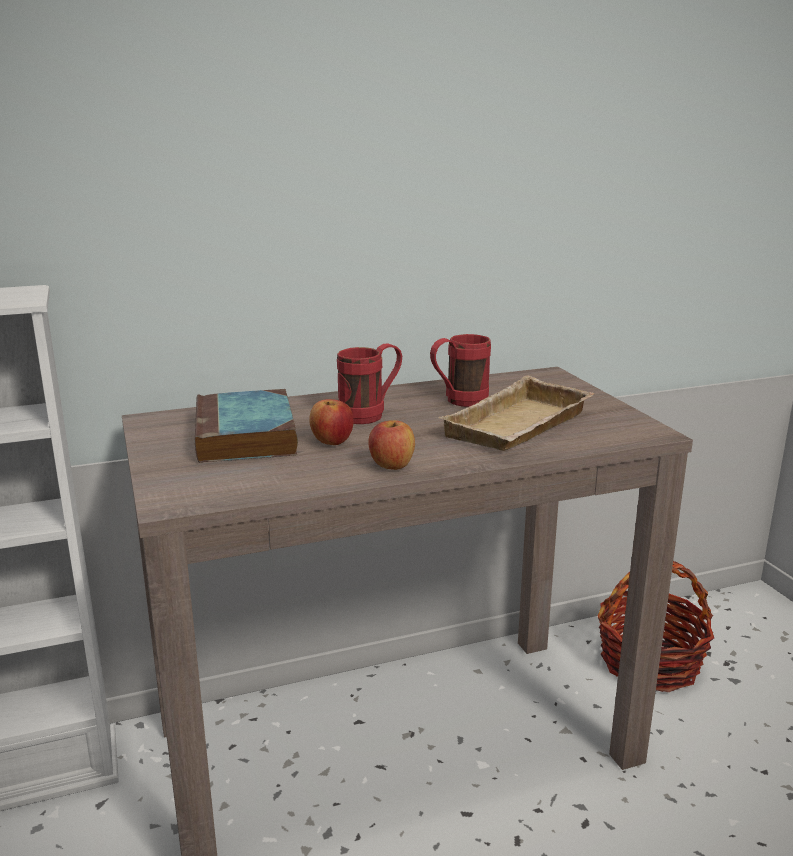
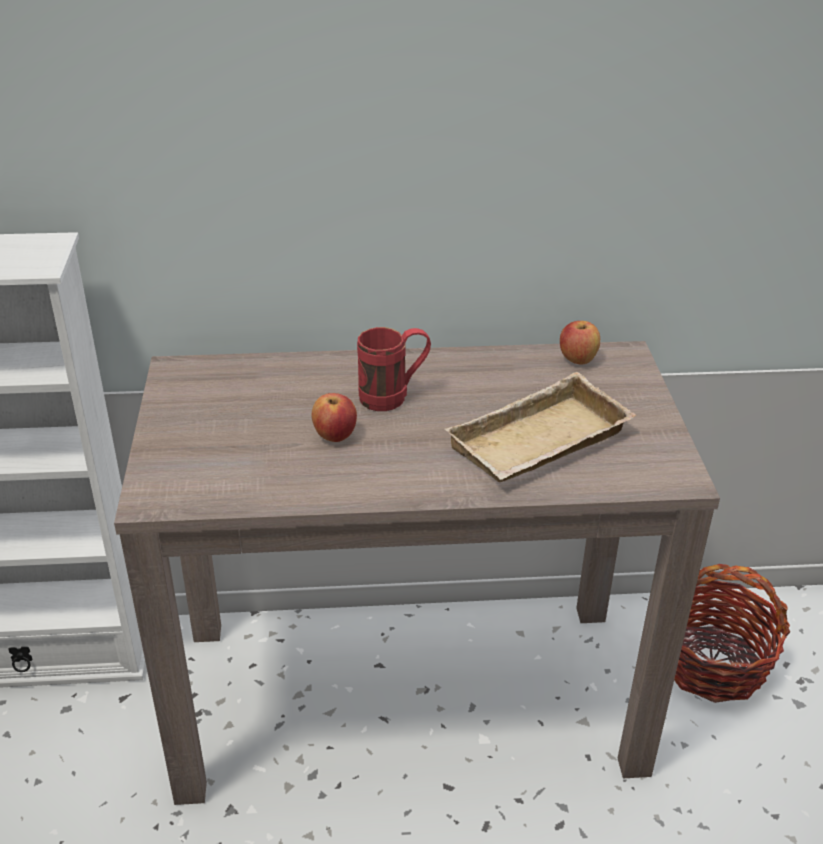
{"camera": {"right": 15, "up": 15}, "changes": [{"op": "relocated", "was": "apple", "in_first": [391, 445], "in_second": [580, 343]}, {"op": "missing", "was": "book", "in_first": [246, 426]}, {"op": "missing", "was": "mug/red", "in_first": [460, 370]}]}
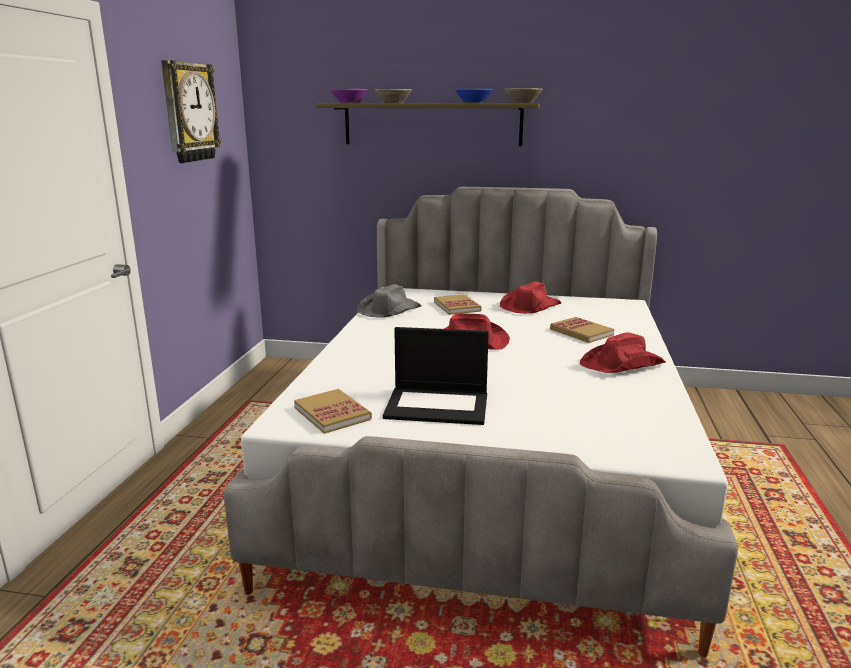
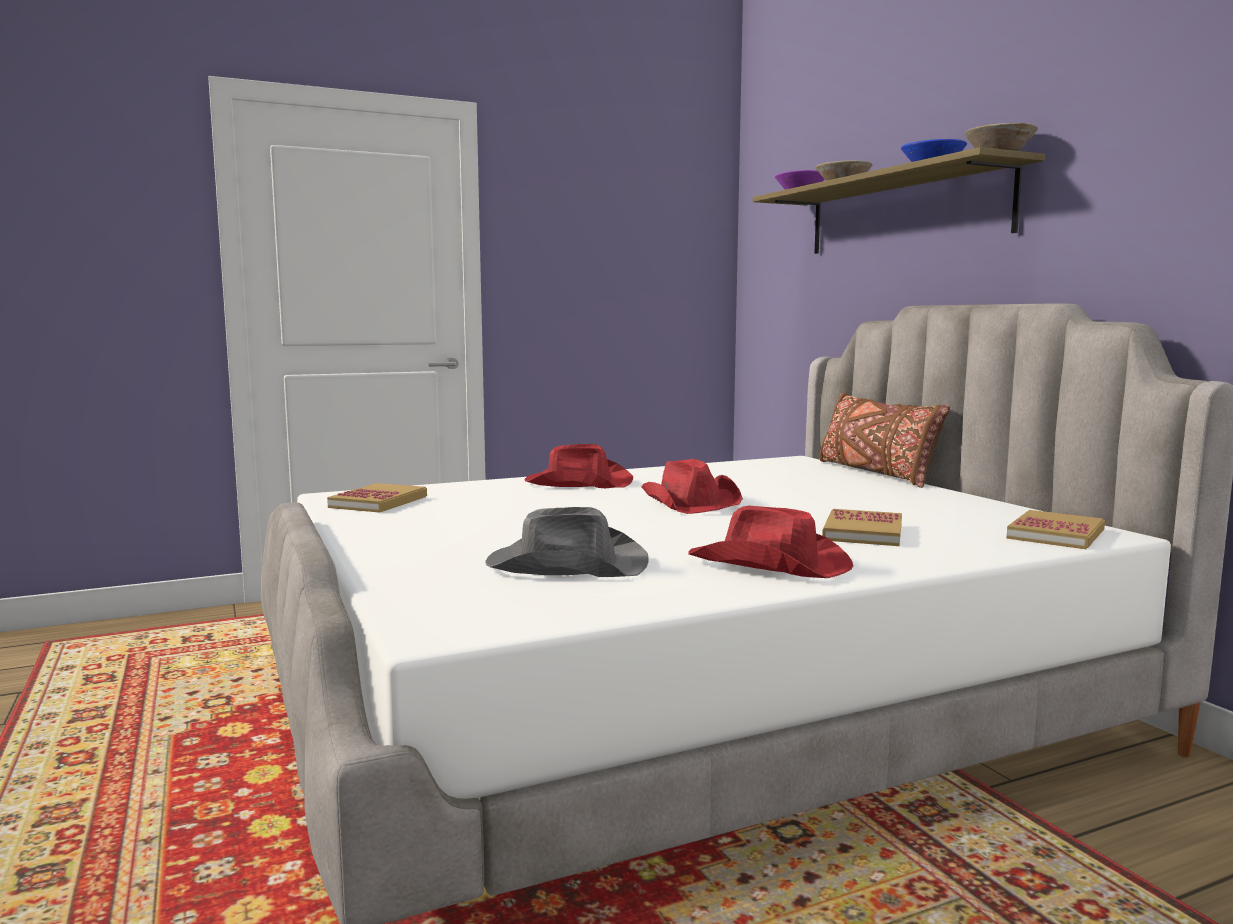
{"camera": {"right": 55, "up": -10}, "changes": [{"op": "relocated", "was": "hat/grey", "in_first": [389, 301], "in_second": [567, 542]}, {"op": "relocated", "was": "hat/red", "in_first": [530, 297], "in_second": [579, 466]}, {"op": "appeared", "now": "pillow/brown", "in_second": [884, 440]}, {"op": "relocated", "was": "book", "in_first": [458, 304], "in_second": [1055, 529]}, {"op": "missing", "was": "wall clock", "in_first": [191, 111]}, {"op": "missing", "was": "laptop", "in_first": [436, 376]}]}
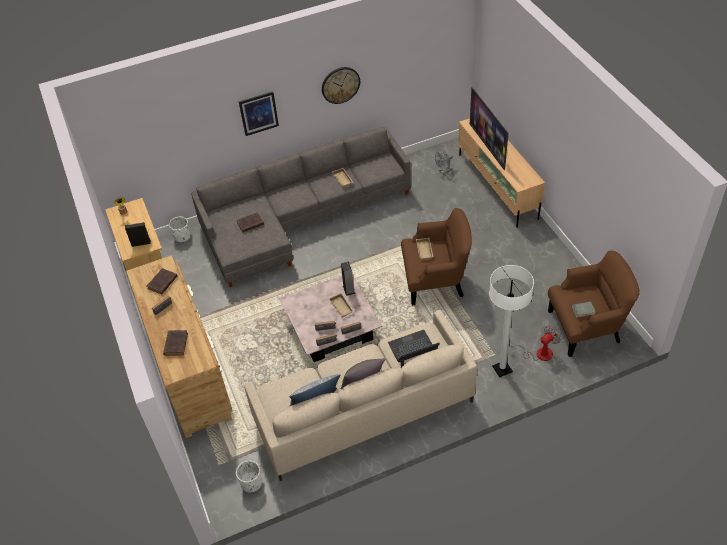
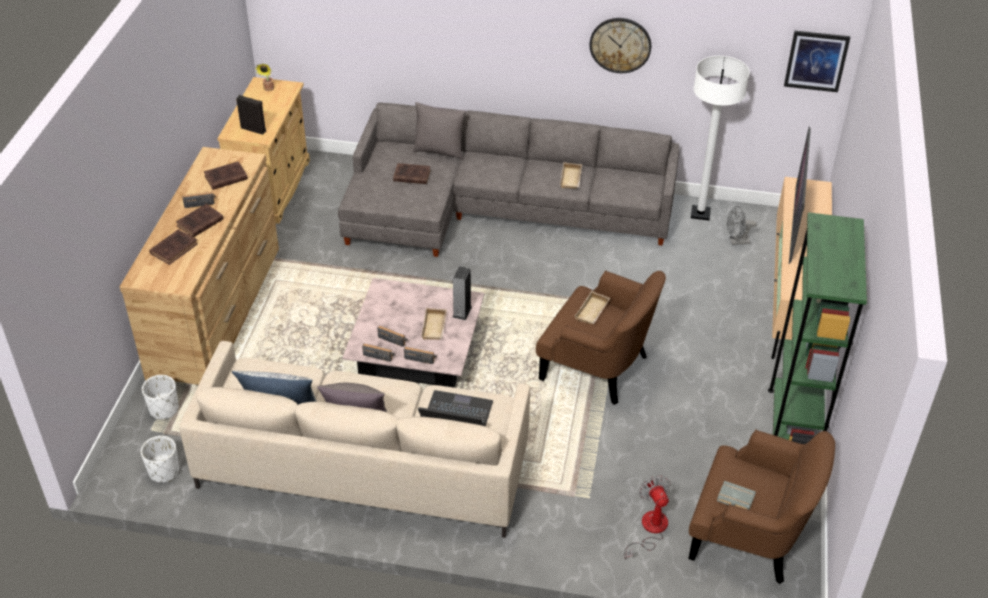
{"camera": {"right": 30, "up": -5}, "changes": [{"op": "relocated", "was": "planter/white", "in_first": [179, 230], "in_second": [160, 397]}, {"op": "appeared", "now": "book/brown", "in_second": [200, 220]}, {"op": "appeared", "now": "pillow/grey", "in_second": [439, 131]}, {"op": "spun", "was": "fan", "in_first": [534, 343], "in_second": [647, 517], "clockwise": -105}, {"op": "relocated", "was": "floor lamp/white", "in_first": [511, 321], "in_second": [720, 138]}, {"op": "appeared", "now": "bookcase/green", "in_second": [817, 328]}, {"op": "relocated", "was": "picture", "in_first": [259, 113], "in_second": [817, 61]}]}
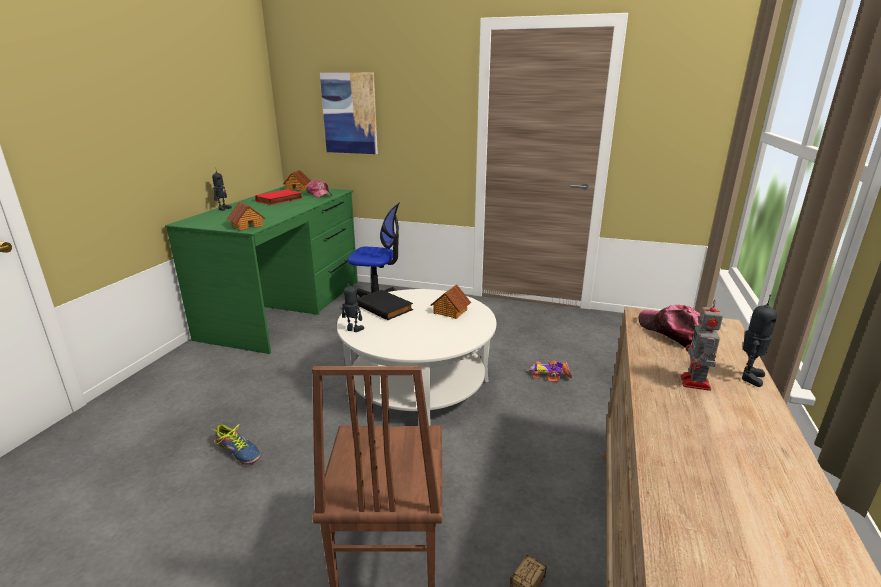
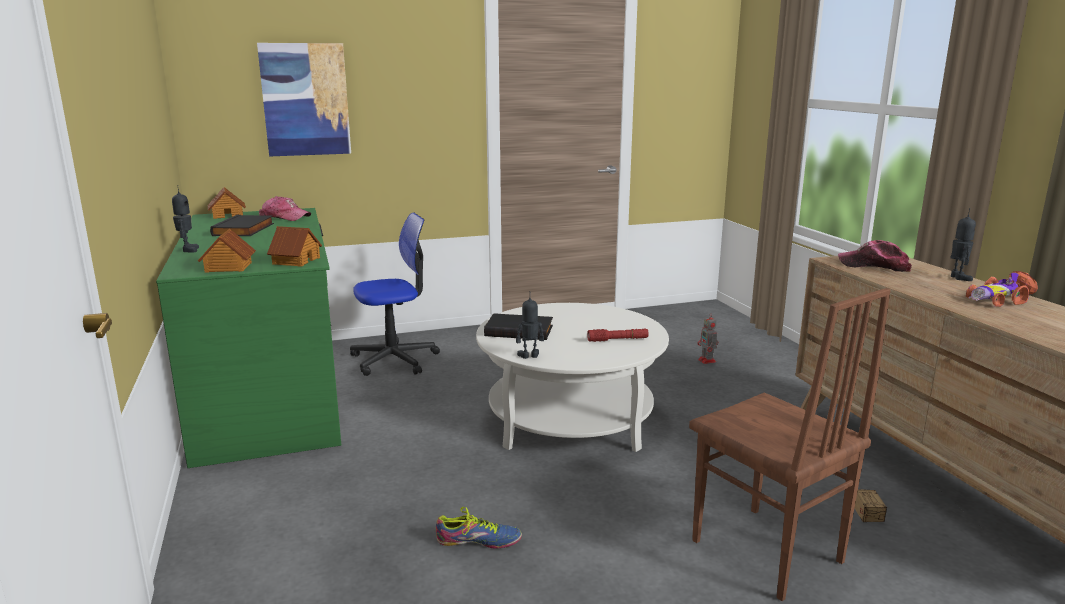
{"camera": {"right": -35, "up": -5}, "changes": [{"op": "relocated", "was": "toy house", "in_first": [451, 301], "in_second": [227, 251]}, {"op": "colour", "was": "book/red", "now": "book/black", "in_first": [278, 197], "in_second": [242, 225]}, {"op": "appeared", "now": "flashlight/red", "in_second": [618, 335]}, {"op": "relocated", "was": "toy robot", "in_first": [701, 345], "in_second": [708, 338]}, {"op": "relocated", "was": "toy car", "in_first": [549, 371], "in_second": [1002, 289]}]}
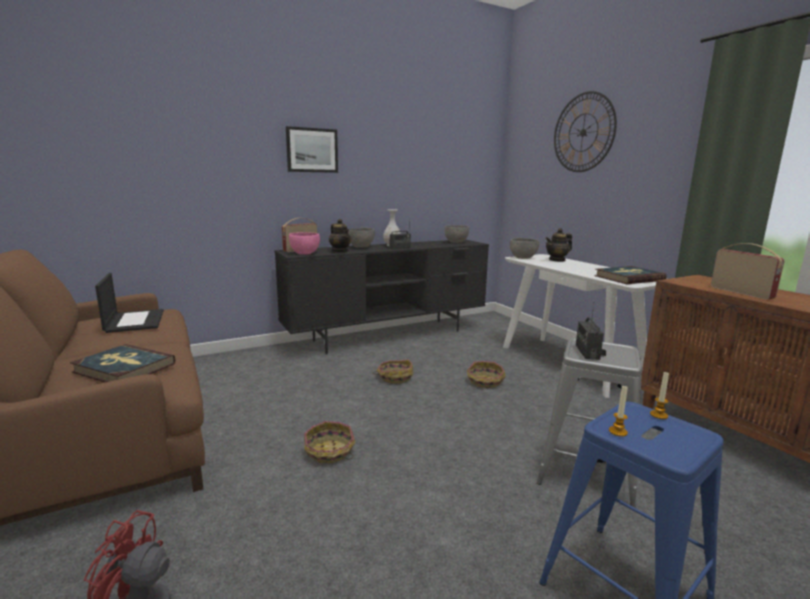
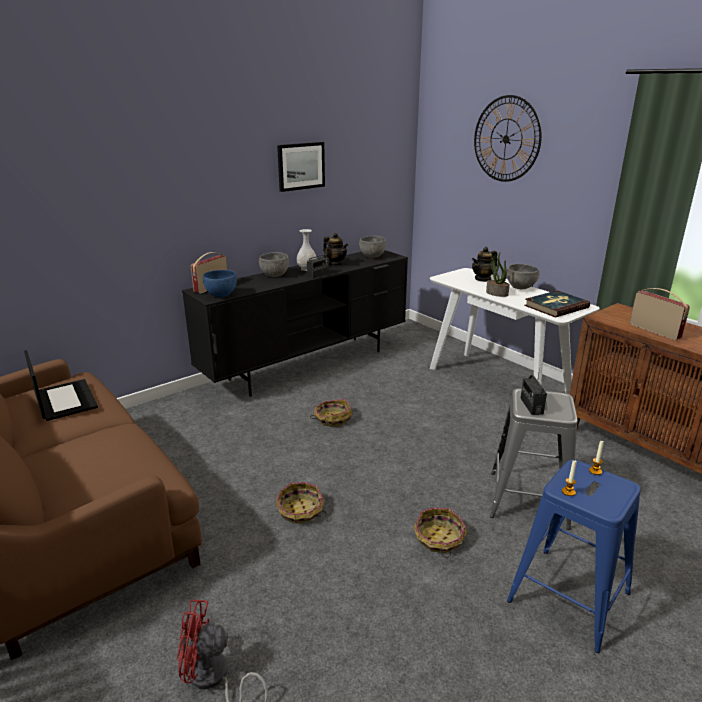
{"camera": {"right": -10, "up": 10}, "changes": [{"op": "colour", "was": "bowl/pink", "now": "bowl/blue", "in_first": [304, 243], "in_second": [220, 283]}, {"op": "relocated", "was": "picture", "in_first": [312, 149], "in_second": [301, 167]}, {"op": "relocated", "was": "teapot", "in_first": [340, 235], "in_second": [335, 249]}, {"op": "relocated", "was": "basket", "in_first": [486, 374], "in_second": [440, 532]}, {"op": "appeared", "now": "potted plant", "in_second": [498, 274]}, {"op": "relocated", "was": "bowl/grey", "in_first": [524, 248], "in_second": [523, 276]}, {"op": "missing", "was": "book", "in_first": [122, 363]}]}
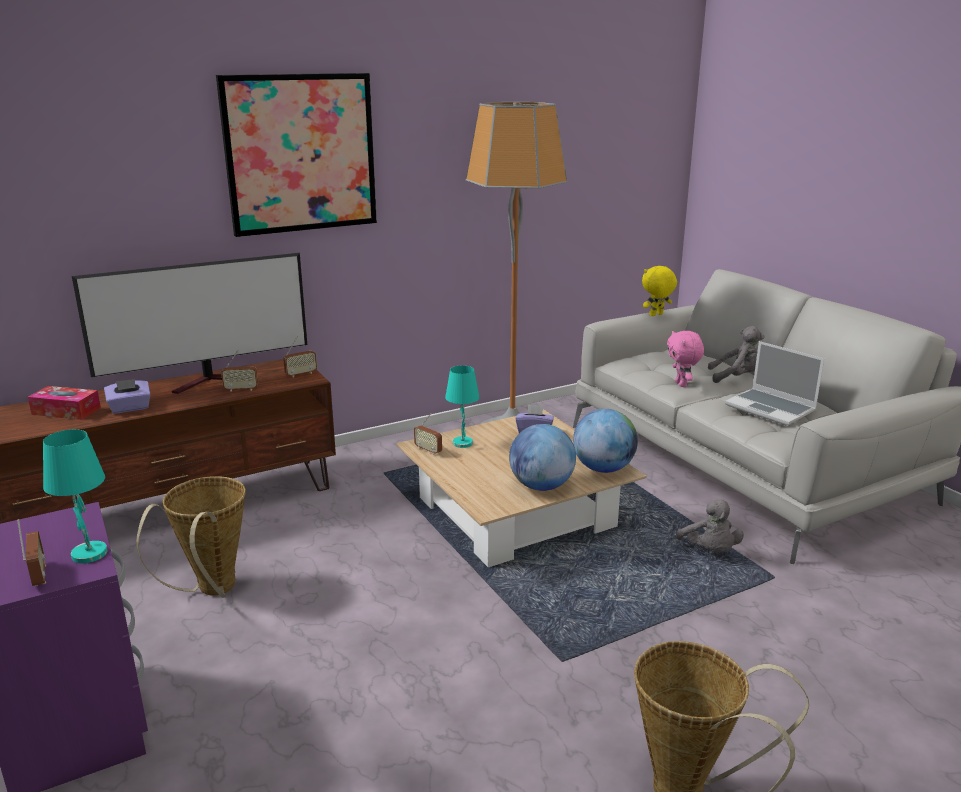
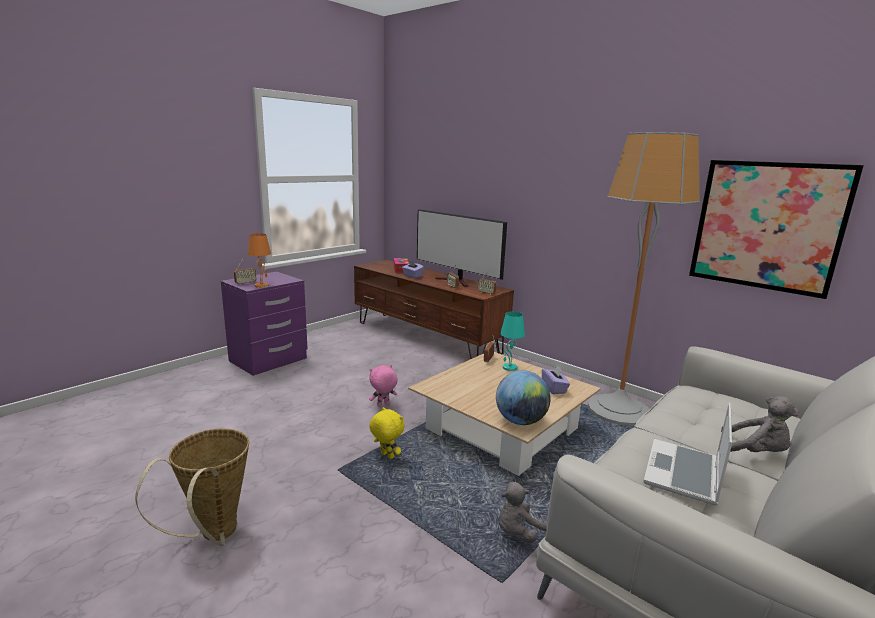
{"camera": {"right": 70, "up": -5}, "changes": [{"op": "colour", "was": "table lamp/turquoise", "now": "table lamp/orange", "in_first": [75, 496], "in_second": [259, 260]}, {"op": "relocated", "was": "plush toy/pink", "in_first": [685, 359], "in_second": [383, 386]}, {"op": "relocated", "was": "plush toy/yellow", "in_first": [659, 291], "in_second": [387, 433]}, {"op": "relocated", "was": "picture", "in_first": [296, 155], "in_second": [776, 229]}, {"op": "spun", "was": "plush toy/grey", "in_first": [736, 354], "in_second": [760, 424], "clockwise": -45}, {"op": "missing", "was": "basket", "in_first": [191, 537]}, {"op": "missing", "was": "globe", "in_first": [542, 457]}]}
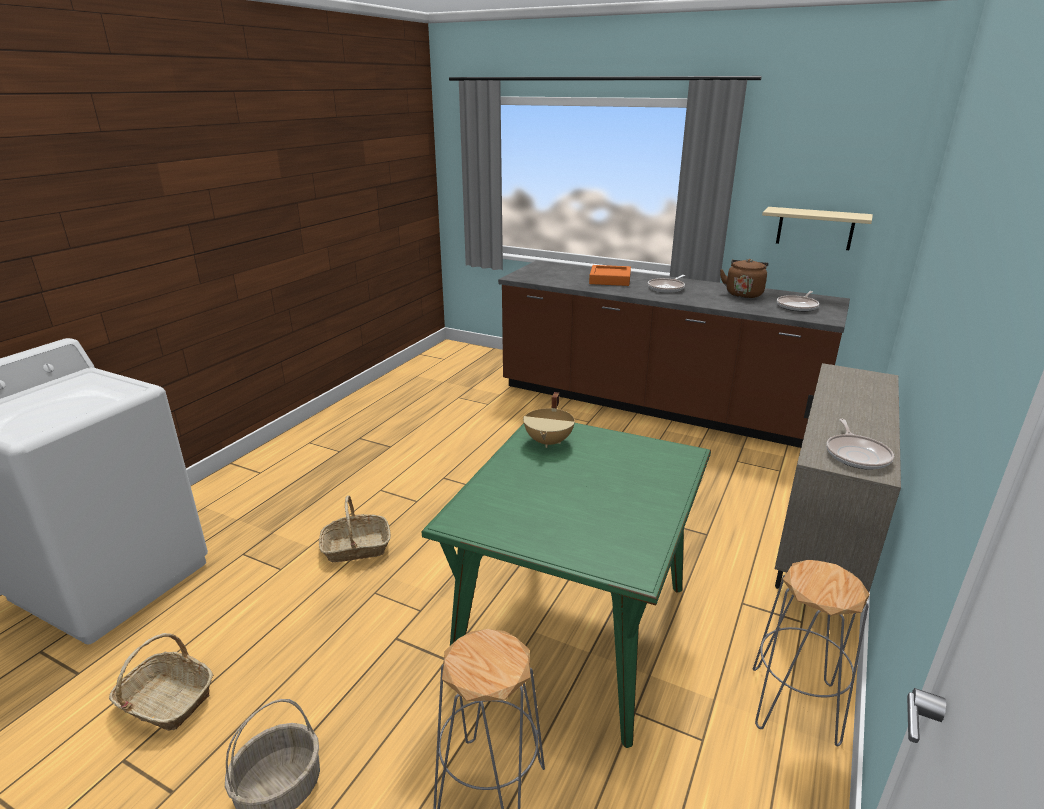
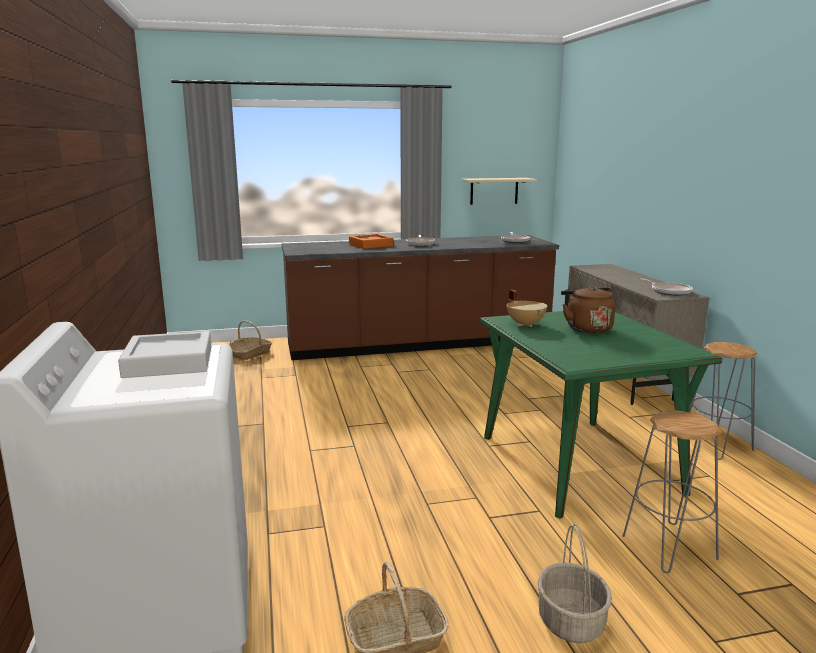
{"camera": {"right": -40, "up": -10}, "changes": [{"op": "appeared", "now": "tray/grey", "in_second": [164, 354]}, {"op": "relocated", "was": "basket", "in_first": [355, 528], "in_second": [250, 340]}, {"op": "relocated", "was": "kettle/brown", "in_first": [744, 278], "in_second": [588, 310]}]}
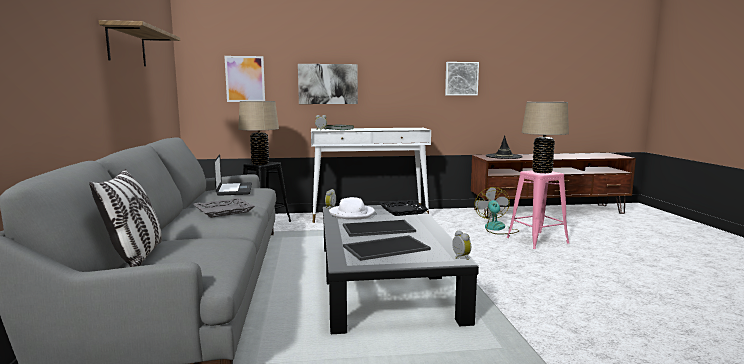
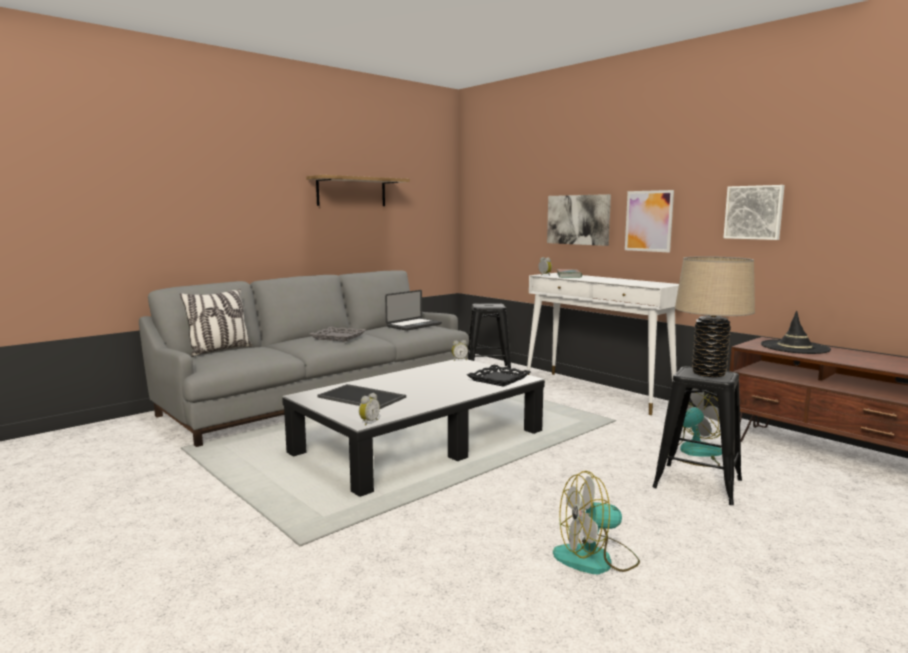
{"camera": {"right": 55, "up": 0}, "changes": [{"op": "appeared", "now": "fan", "in_second": [596, 522]}, {"op": "relocated", "was": "picture", "in_first": [244, 79], "in_second": [649, 221]}, {"op": "colour", "was": "stool/pink", "now": "stool/black", "in_first": [537, 209], "in_second": [697, 435]}, {"op": "missing", "was": "table lamp/beige", "in_first": [258, 133]}, {"op": "missing", "was": "hat/white", "in_first": [352, 208]}, {"op": "missing", "was": "tray", "in_first": [379, 228]}]}
